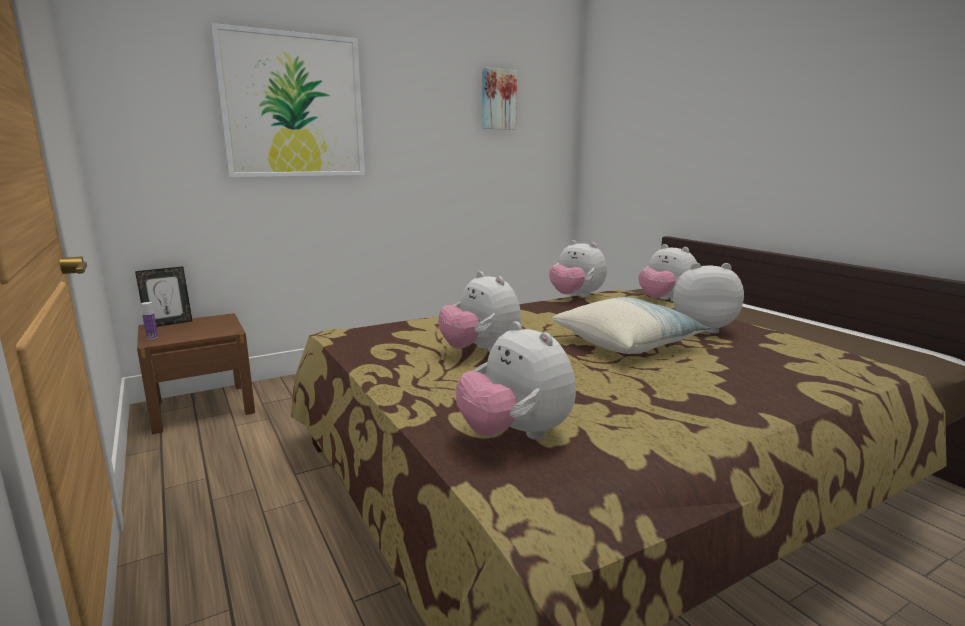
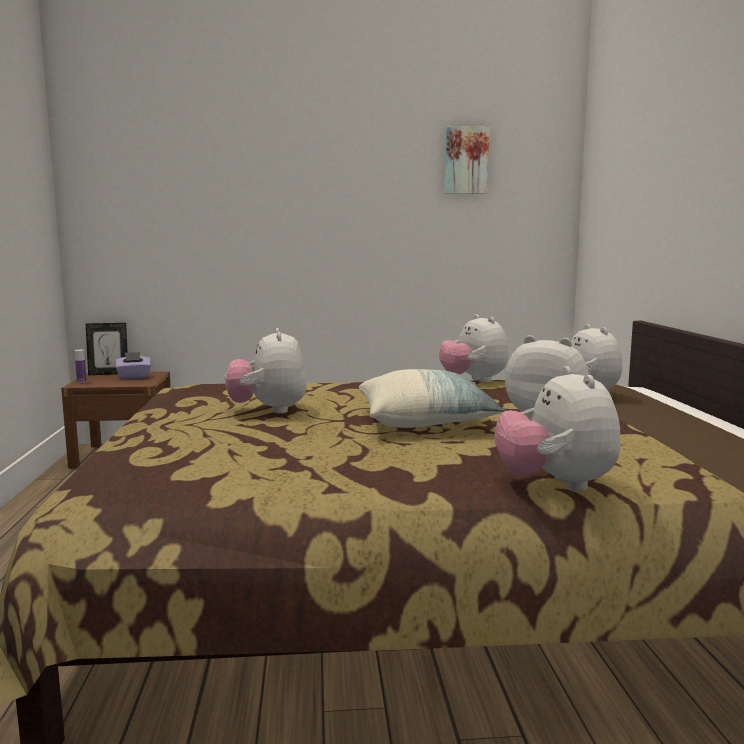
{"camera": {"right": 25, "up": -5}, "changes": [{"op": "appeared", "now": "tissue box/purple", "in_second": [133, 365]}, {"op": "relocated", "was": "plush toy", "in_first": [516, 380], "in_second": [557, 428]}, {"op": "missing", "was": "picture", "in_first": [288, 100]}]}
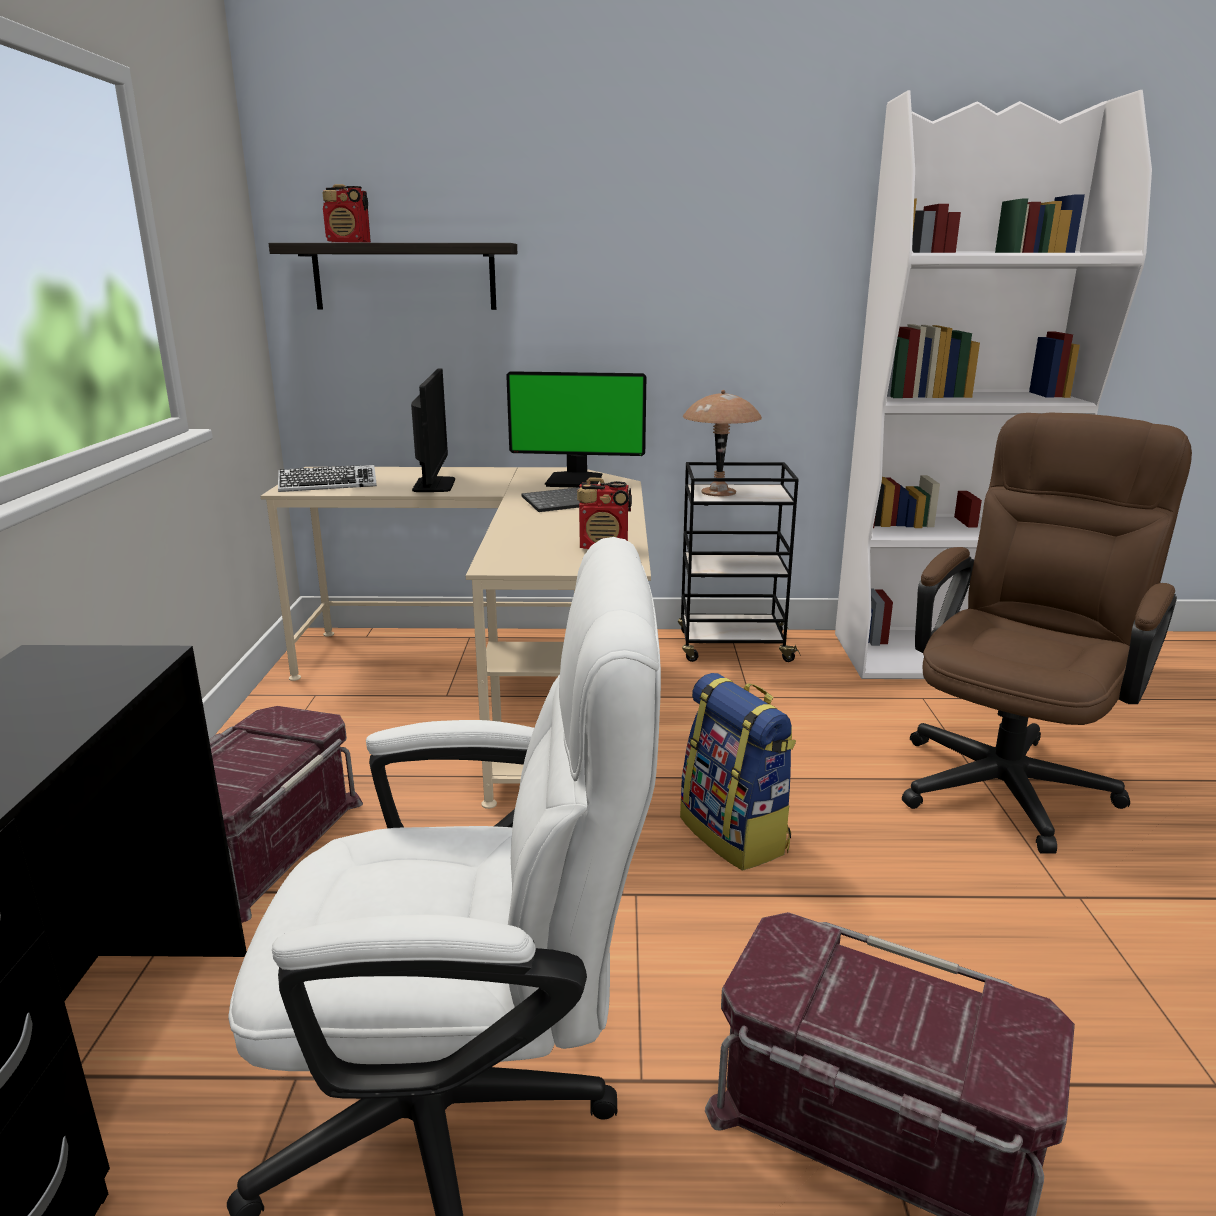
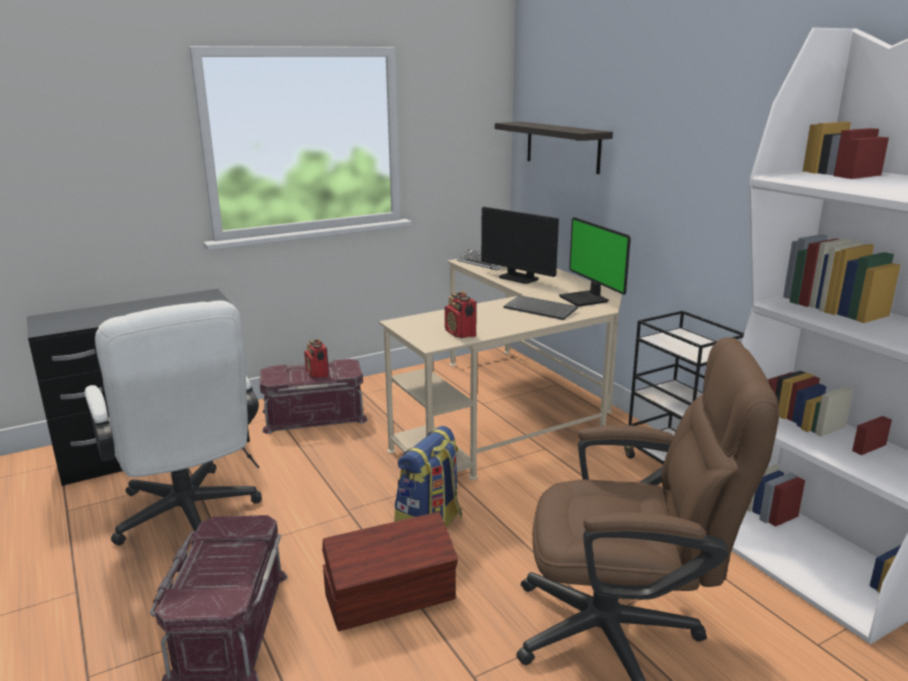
{"camera": {"right": 60, "up": 0}, "changes": [{"op": "relocated", "was": "radio", "in_first": [346, 213], "in_second": [316, 358]}, {"op": "appeared", "now": "storage box/brown", "in_second": [390, 571]}, {"op": "spun", "was": "monitor", "in_first": [433, 430], "in_second": [520, 245], "clockwise": 75}, {"op": "missing", "was": "table lamp/brown", "in_first": [722, 443]}]}
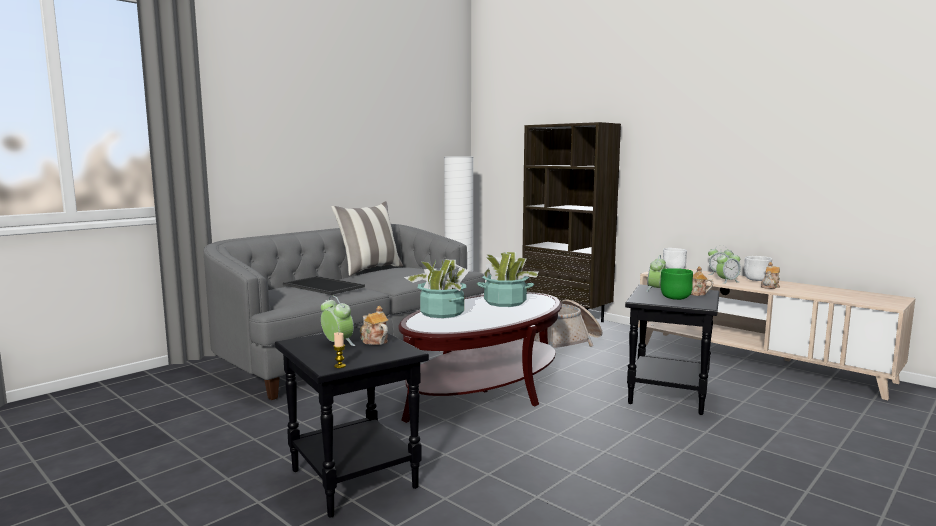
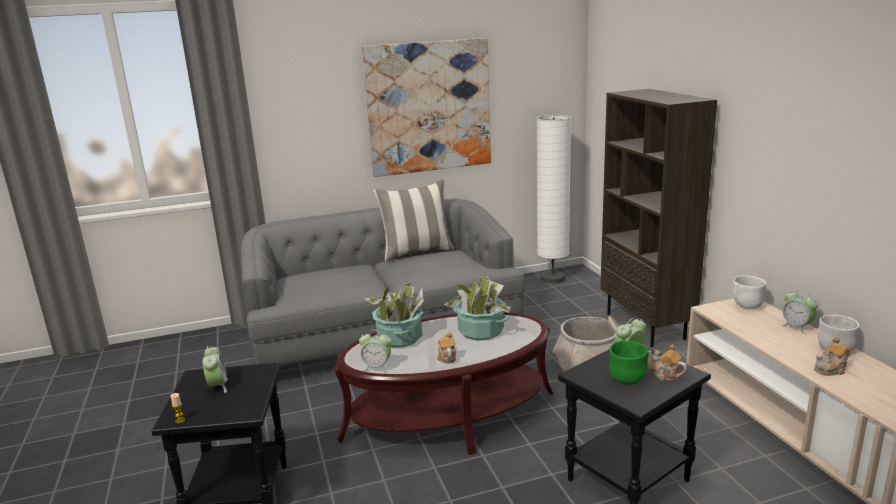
{"camera": {"right": 30, "up": 10}, "changes": [{"op": "relocated", "was": "alarm clock", "in_first": [728, 267], "in_second": [375, 351]}, {"op": "appeared", "now": "picture", "in_second": [426, 107]}, {"op": "relocated", "was": "teapot", "in_first": [374, 325], "in_second": [446, 347]}, {"op": "missing", "was": "tray", "in_first": [324, 285]}]}
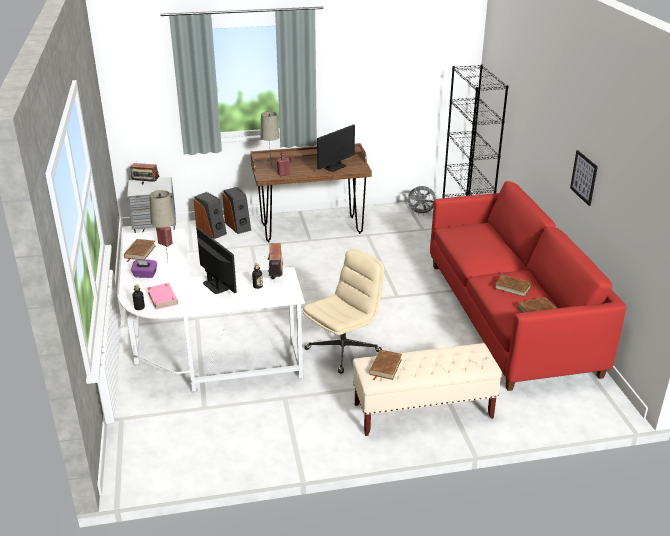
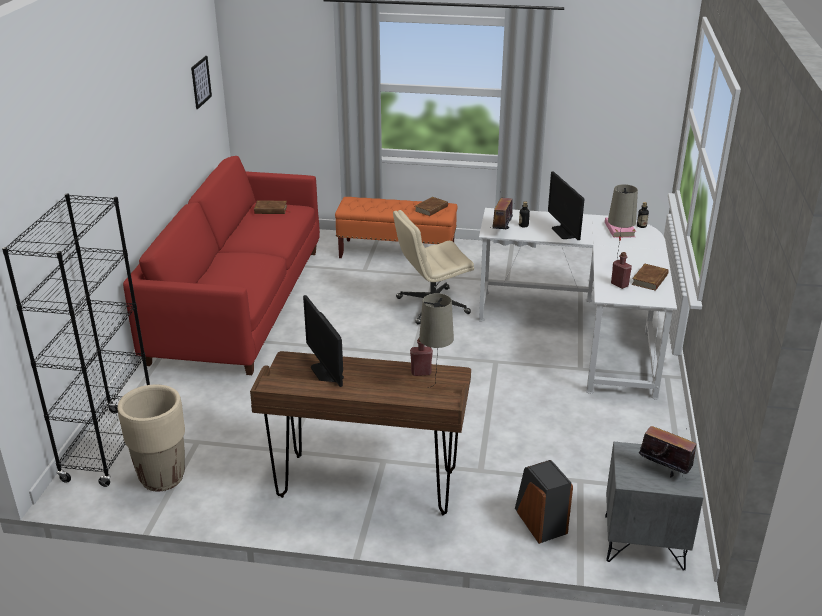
{"camera": {"right": -160, "up": 0}, "changes": [{"op": "exchanged", "was": "fan/grey", "now": "planter/beige", "in_first": [421, 200], "in_second": [151, 438]}, {"op": "relocated", "was": "picture", "in_first": [584, 178], "in_second": [201, 82]}, {"op": "spun", "was": "monitor", "in_first": [336, 148], "in_second": [323, 341], "clockwise": -90}, {"op": "colour", "was": "bench/beige", "now": "bench/orange", "in_first": [427, 389], "in_second": [396, 227]}, {"op": "missing", "was": "tissue box/purple", "in_first": [144, 268]}, {"op": "missing", "was": "speaker", "in_first": [237, 210]}, {"op": "missing", "was": "book/brown", "in_first": [513, 286]}]}
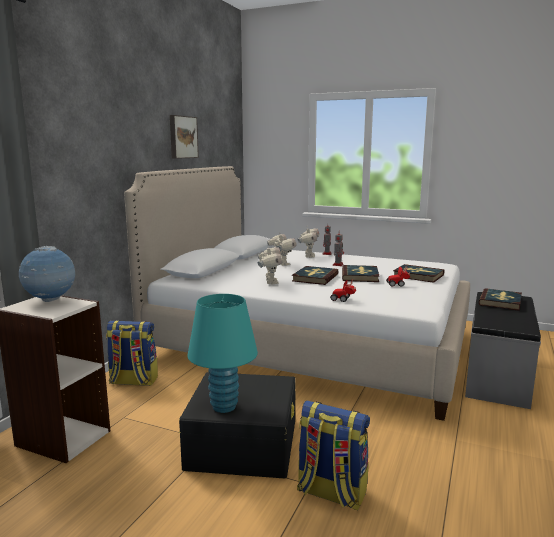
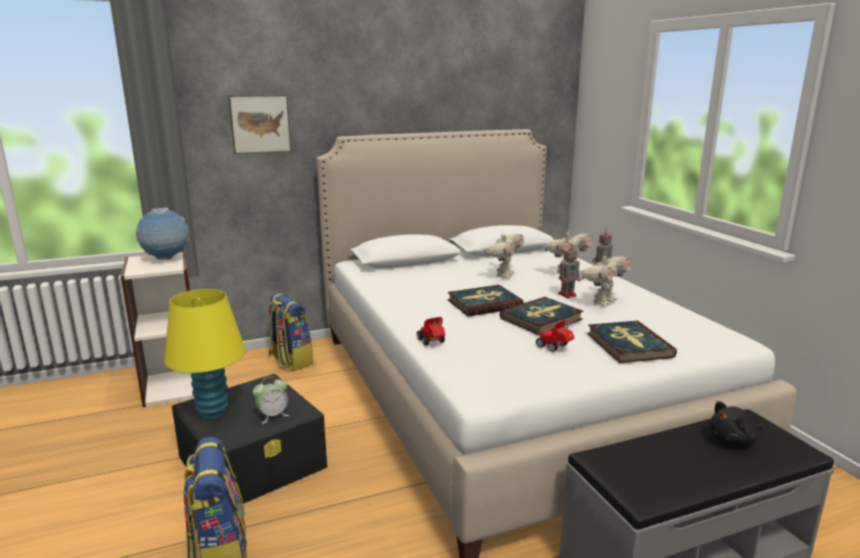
{"camera": {"right": 45, "up": 5}, "changes": [{"op": "colour", "was": "table lamp/turquoise", "now": "table lamp/yellow", "in_first": [222, 353], "in_second": [204, 354]}, {"op": "relocated", "was": "picture", "in_first": [184, 137], "in_second": [259, 124]}, {"op": "appeared", "now": "alarm clock", "in_second": [271, 400]}, {"op": "relocated", "was": "toy robot", "in_first": [270, 265], "in_second": [605, 279]}, {"op": "exchanged", "was": "book", "now": "plush toy/black", "in_first": [500, 299], "in_second": [735, 423]}]}
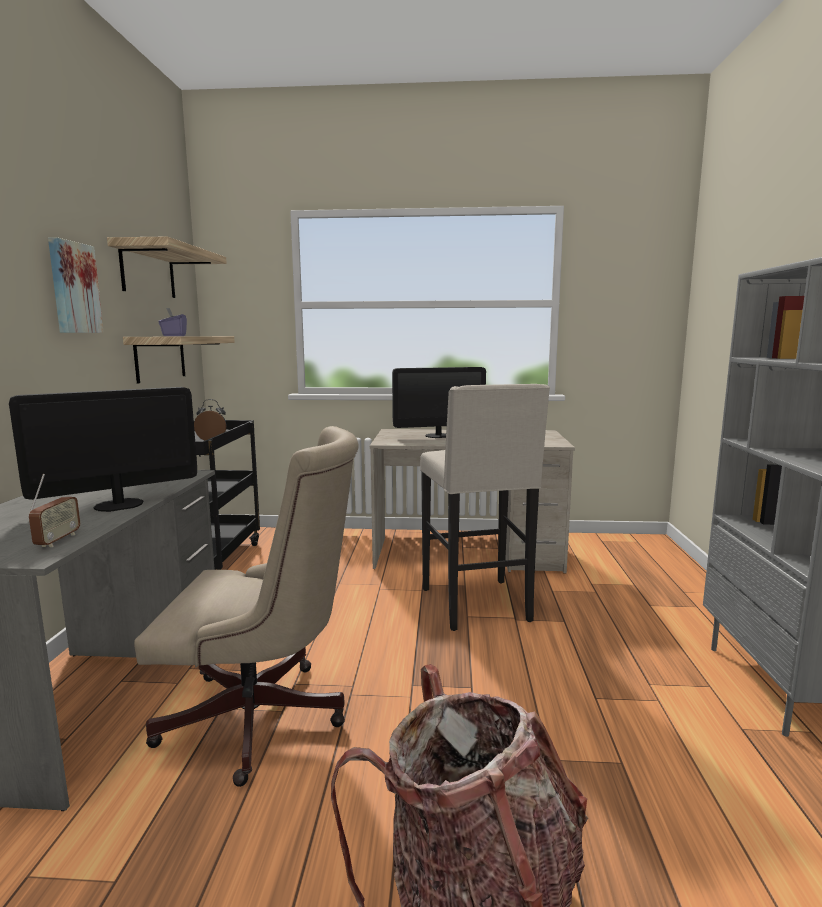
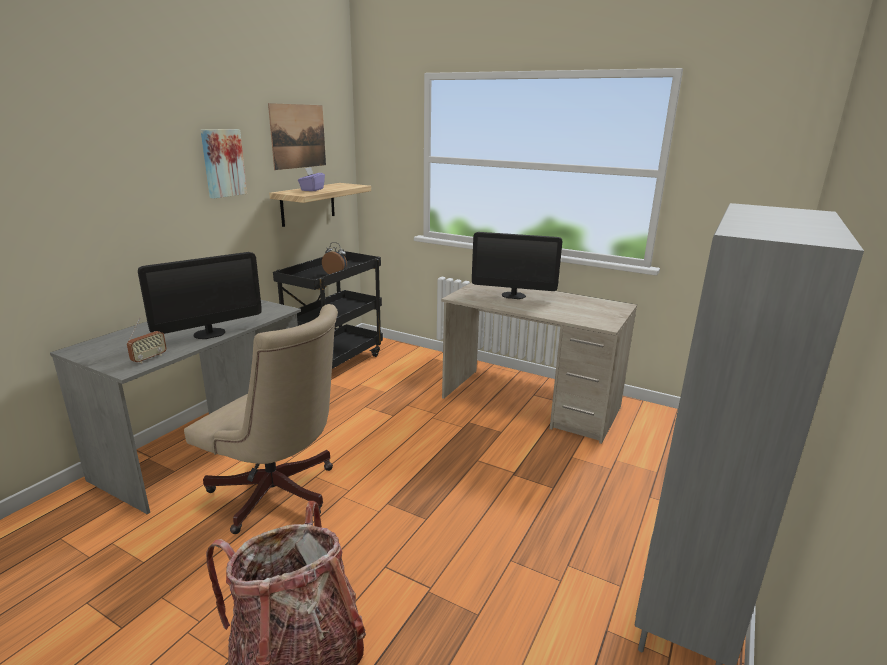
{"camera": {"right": 25, "up": 10}, "changes": [{"op": "spun", "was": "monitor", "in_first": [103, 449], "in_second": [200, 295], "clockwise": 150}, {"op": "exchanged", "was": "shelf", "now": "picture", "in_first": [167, 267], "in_second": [297, 136]}, {"op": "missing", "was": "stool/beige", "in_first": [485, 507]}]}
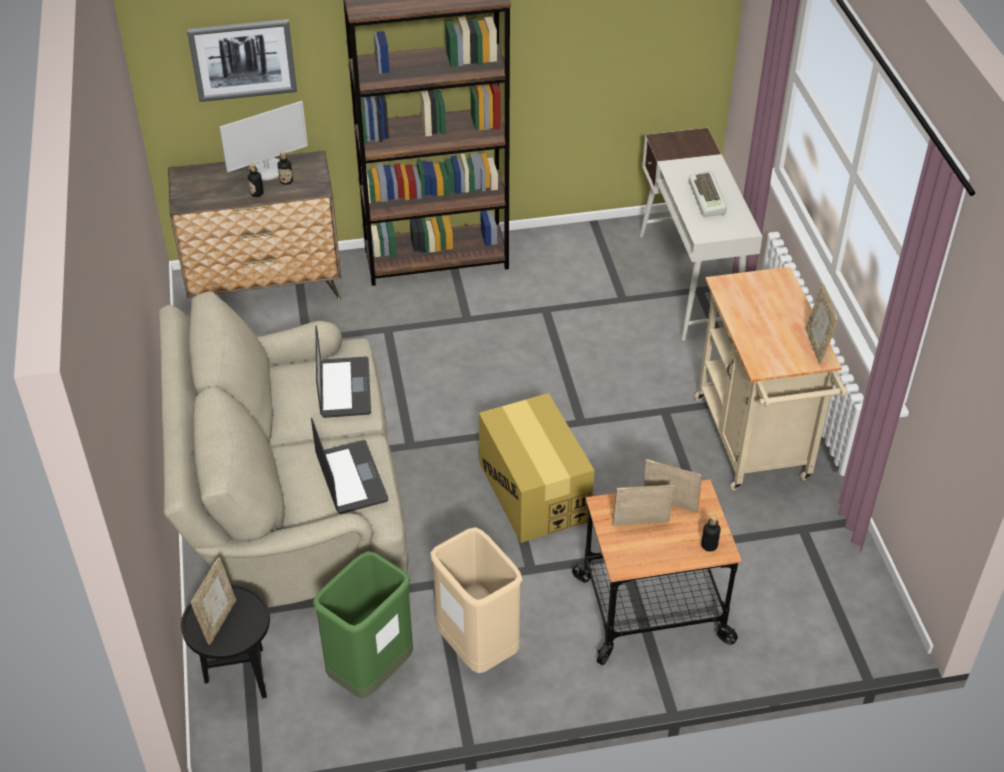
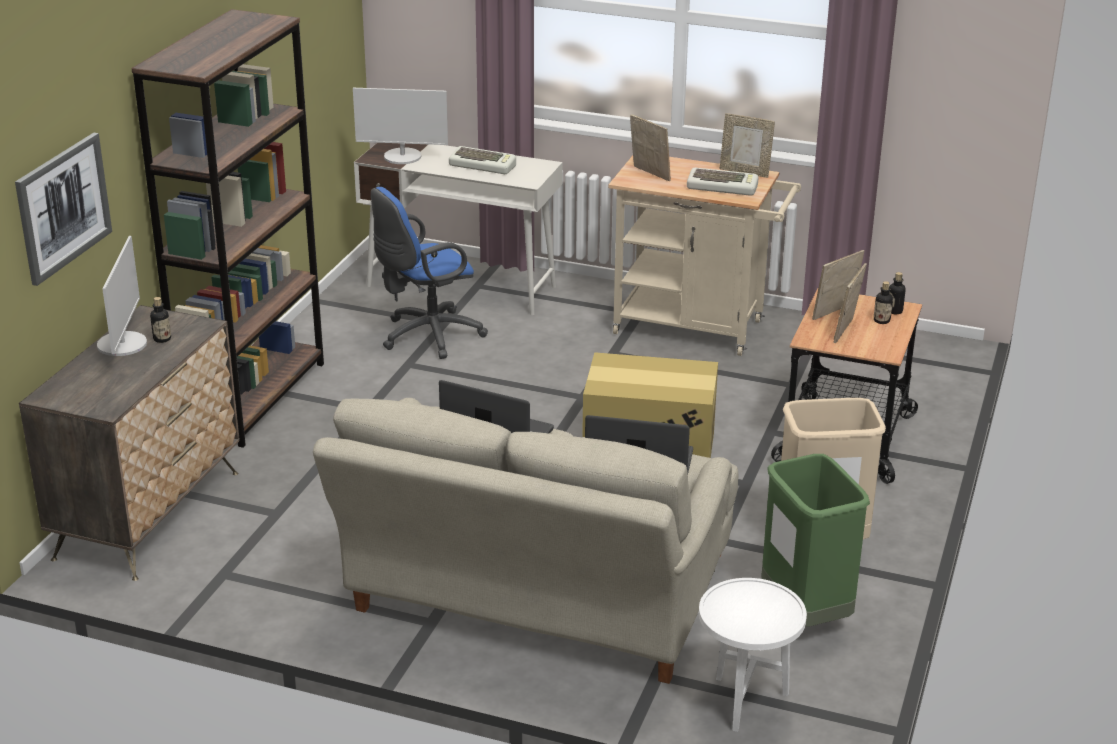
{"camera": {"right": -60, "up": -15}, "changes": [{"op": "appeared", "now": "monitor", "in_second": [400, 126]}, {"op": "appeared", "now": "office chair/blue", "in_second": [429, 273]}, {"op": "relocated", "was": "picture frame", "in_first": [213, 601], "in_second": [650, 147]}, {"op": "appeared", "now": "keyboard", "in_second": [723, 182]}, {"op": "colour", "was": "side table/black", "now": "side table/white", "in_first": [225, 641], "in_second": [753, 655]}, {"op": "relocated", "was": "bottle", "in_first": [256, 180], "in_second": [883, 302]}]}
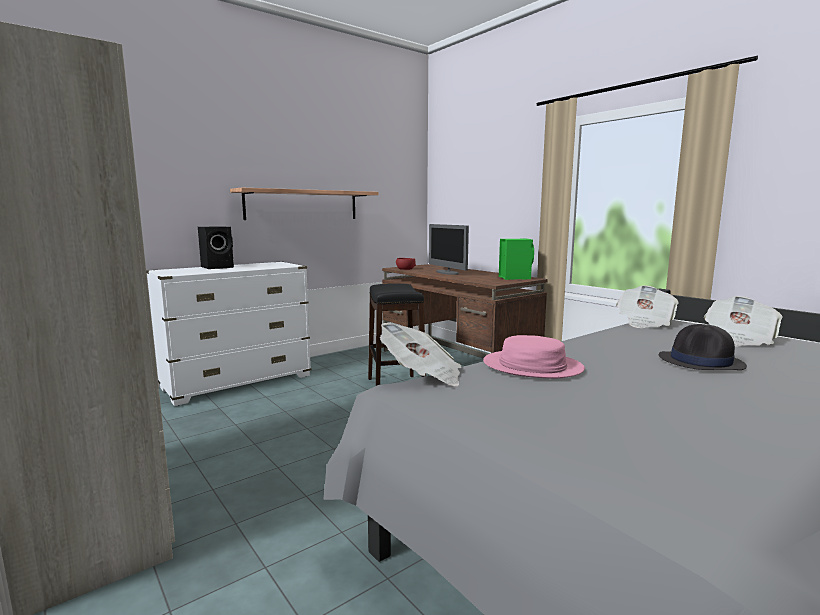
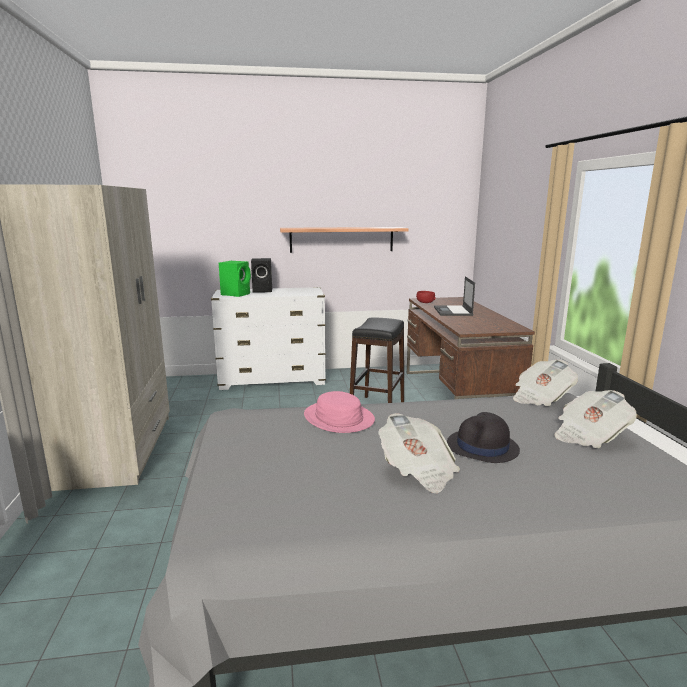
{"camera": {"right": 30, "up": 5}, "changes": [{"op": "relocated", "was": "speaker/green", "in_first": [516, 259], "in_second": [235, 279]}, {"op": "relocated", "was": "newspaper", "in_first": [420, 354], "in_second": [419, 453]}, {"op": "exchanged", "was": "monitor", "now": "laptop", "in_first": [449, 249], "in_second": [454, 296]}]}
